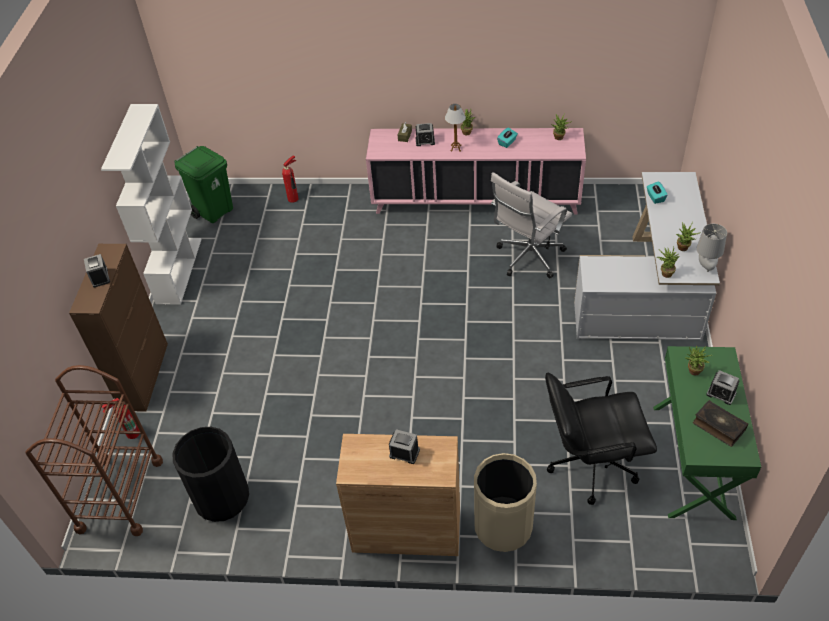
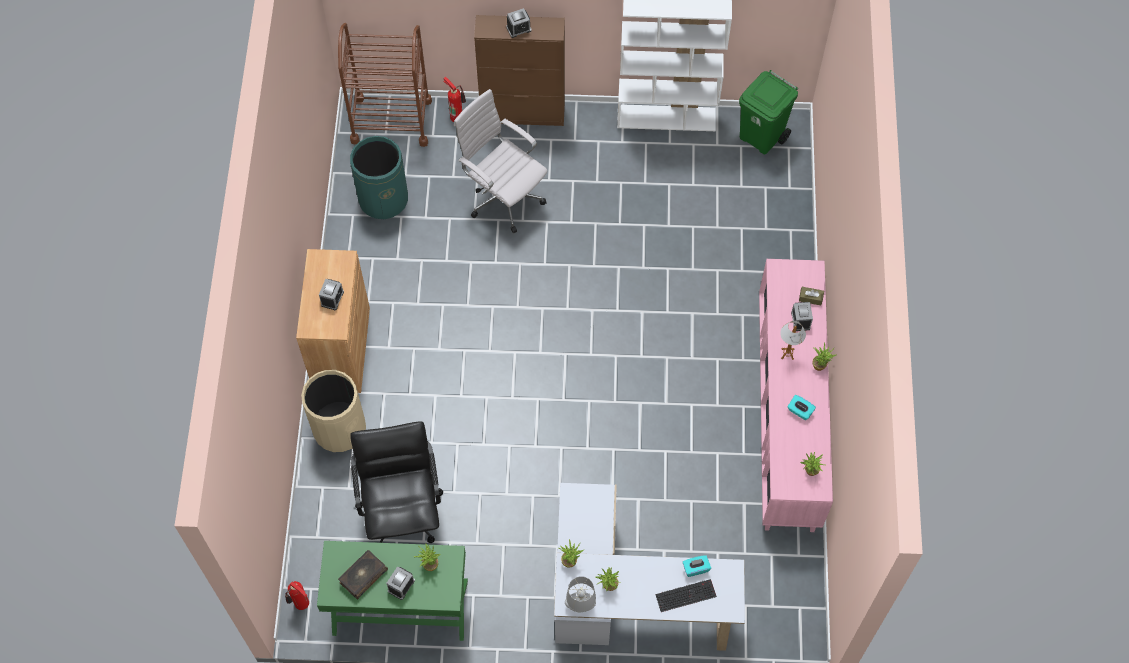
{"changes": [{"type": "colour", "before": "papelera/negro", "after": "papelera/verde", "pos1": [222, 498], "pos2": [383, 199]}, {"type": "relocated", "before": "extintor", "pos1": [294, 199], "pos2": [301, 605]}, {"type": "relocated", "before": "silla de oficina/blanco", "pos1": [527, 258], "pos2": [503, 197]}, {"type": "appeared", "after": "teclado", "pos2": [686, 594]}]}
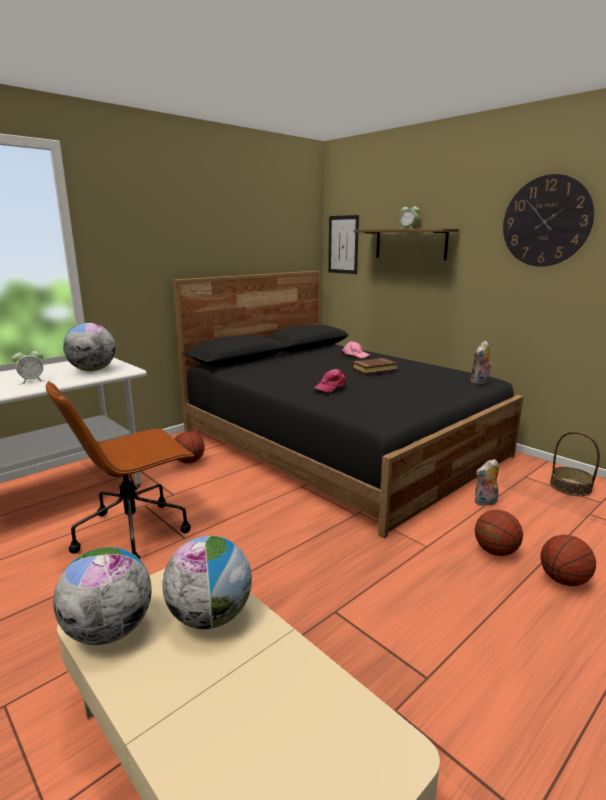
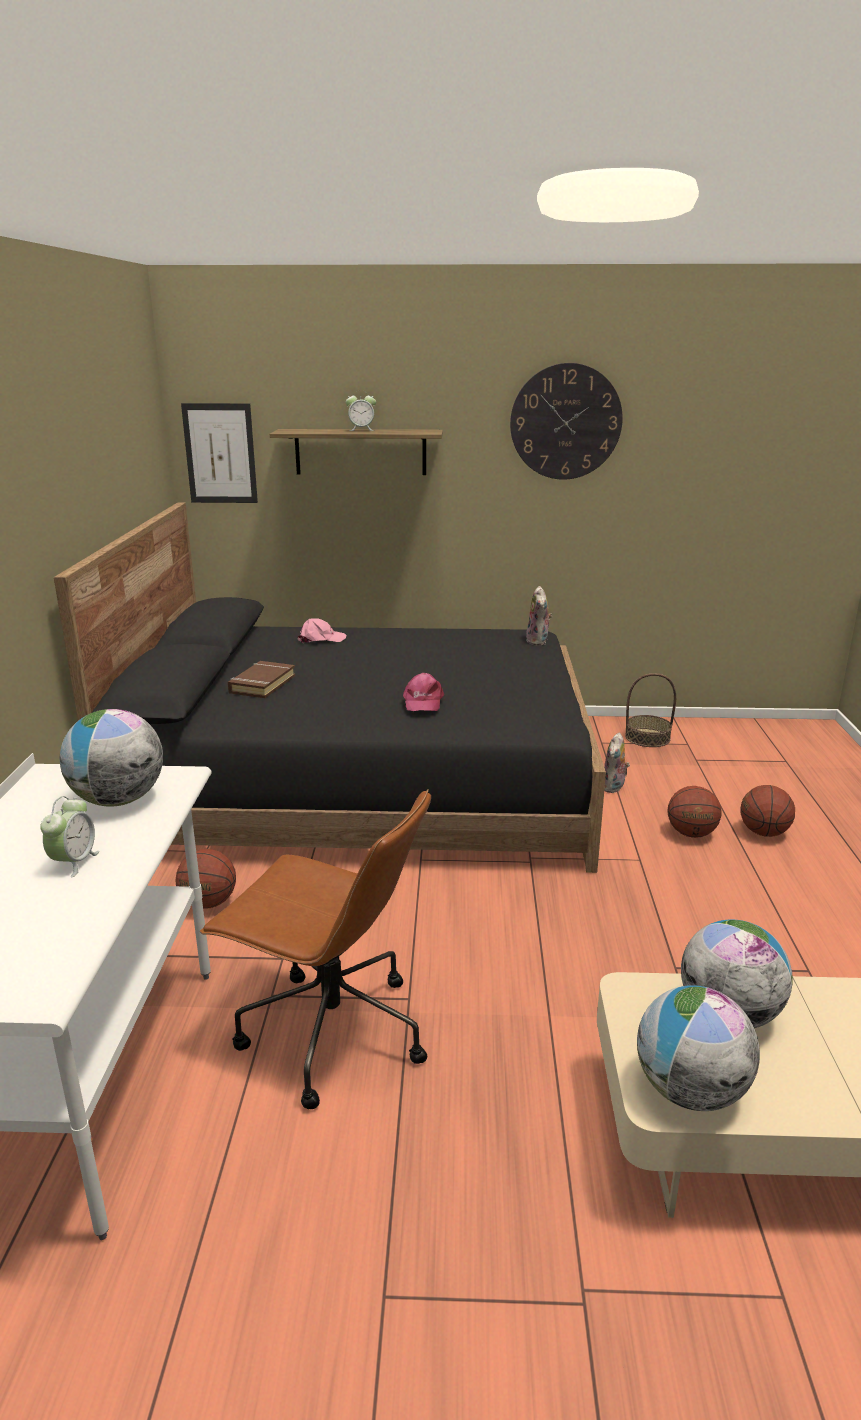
{"changes": [{"type": "spun", "before": "silla de oficina/marrón", "pos1": [134, 531], "pos2": [330, 1033], "turn": -75}, {"type": "relocated", "before": "libro/marrón", "pos1": [374, 369], "pos2": [262, 684]}]}
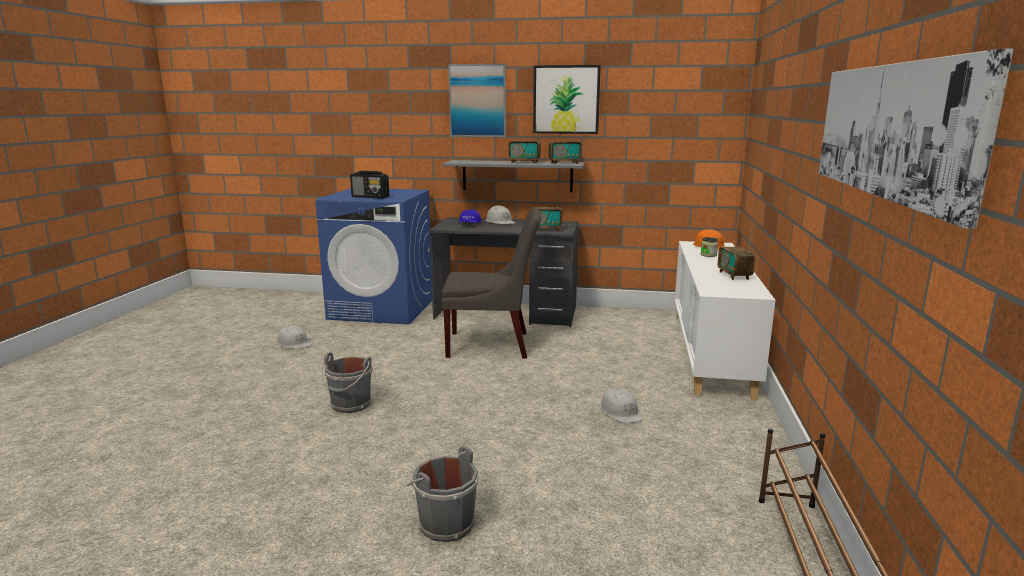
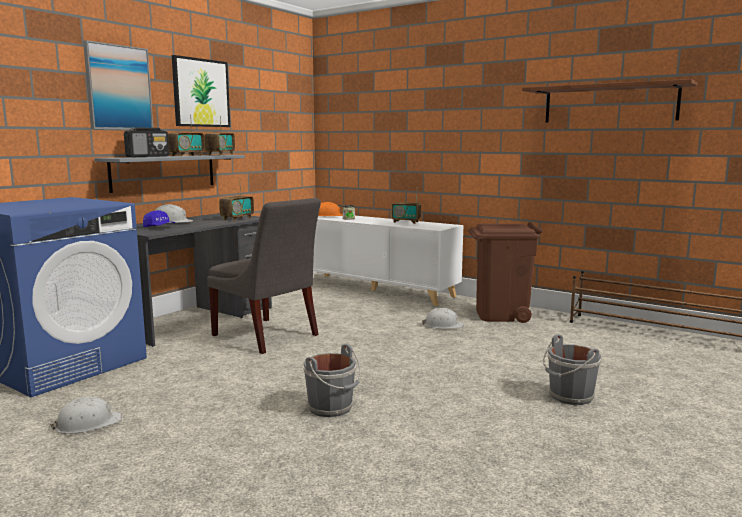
{"changes": [{"type": "relocated", "before": "radio", "pos1": [370, 197], "pos2": [148, 156]}, {"type": "spun", "before": "silla/gris", "pos1": [493, 345], "pos2": [267, 336], "turn": 105}, {"type": "exchanged", "before": "cuadro", "after": "estante/marrón", "pos1": [891, 130], "pos2": [609, 104]}, {"type": "appeared", "after": "papelera/marrón", "pos2": [501, 315]}]}
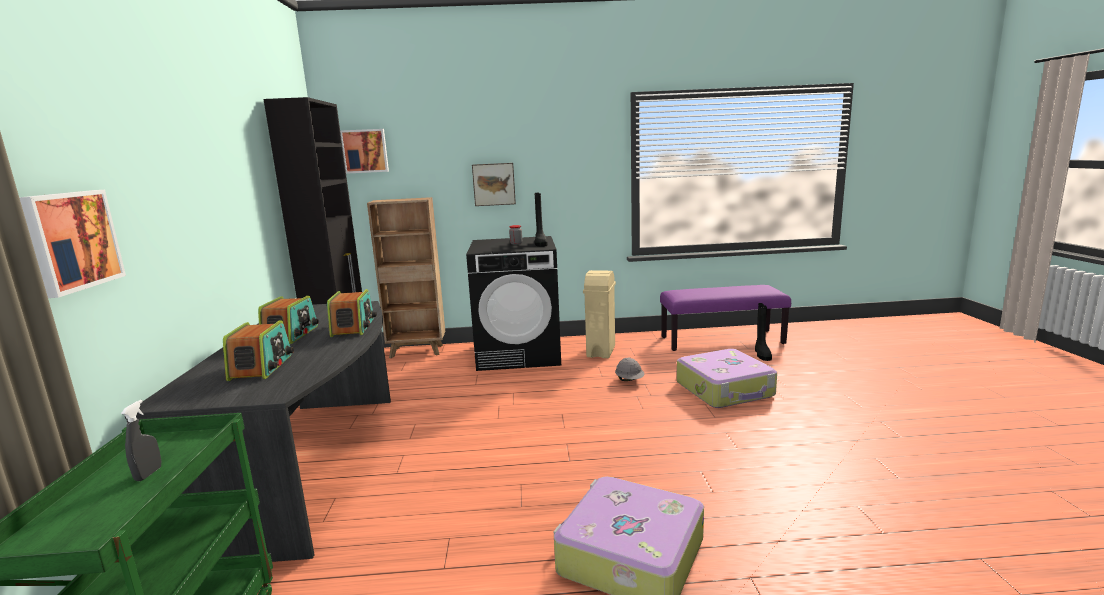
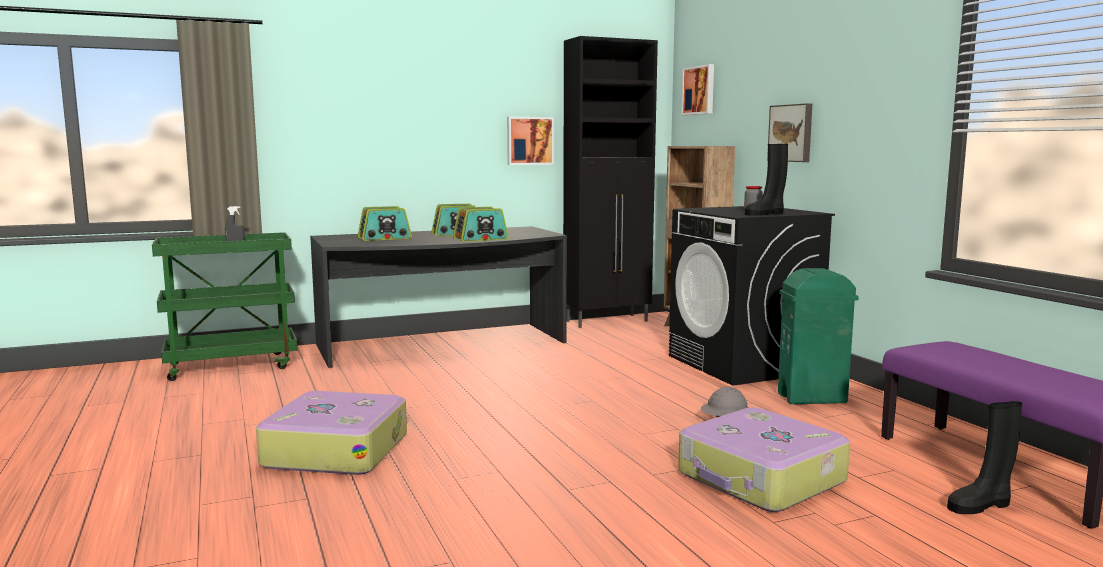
{"changes": [{"type": "relocated", "before": "cuadro", "pos1": [70, 241], "pos2": [529, 141]}, {"type": "colour", "before": "papelera/beis", "after": "papelera/verde", "pos1": [601, 351], "pos2": [813, 398]}]}
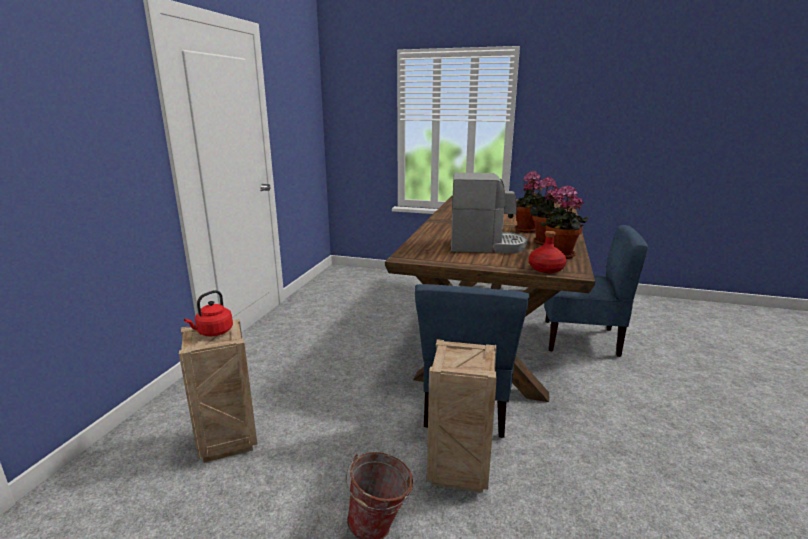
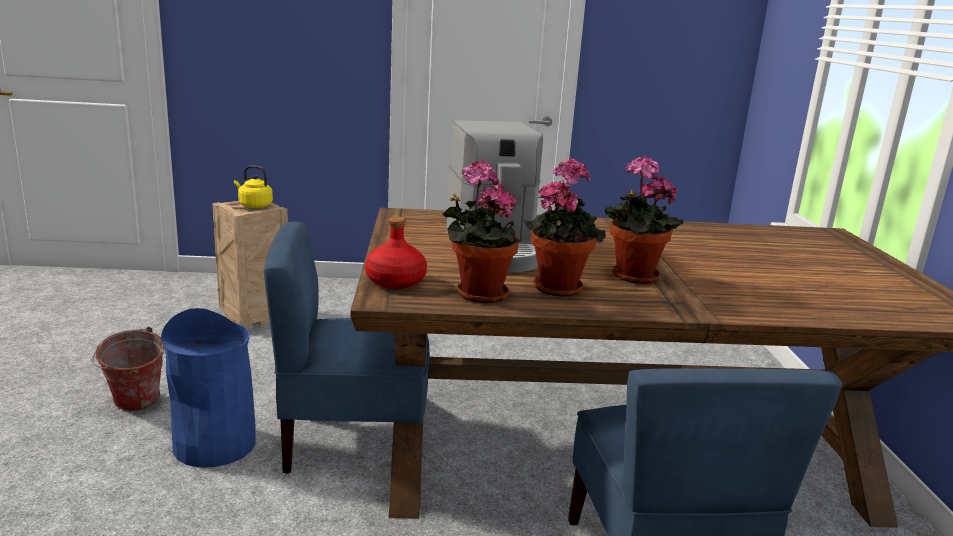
{"changes": [{"type": "colour", "before": "hervidor/rojo", "after": "hervidor/amarillo", "pos1": [213, 332], "pos2": [254, 205]}, {"type": "exchanged", "before": "caja de embalaje", "after": "papelera/azul", "pos1": [459, 472], "pos2": [214, 444]}]}
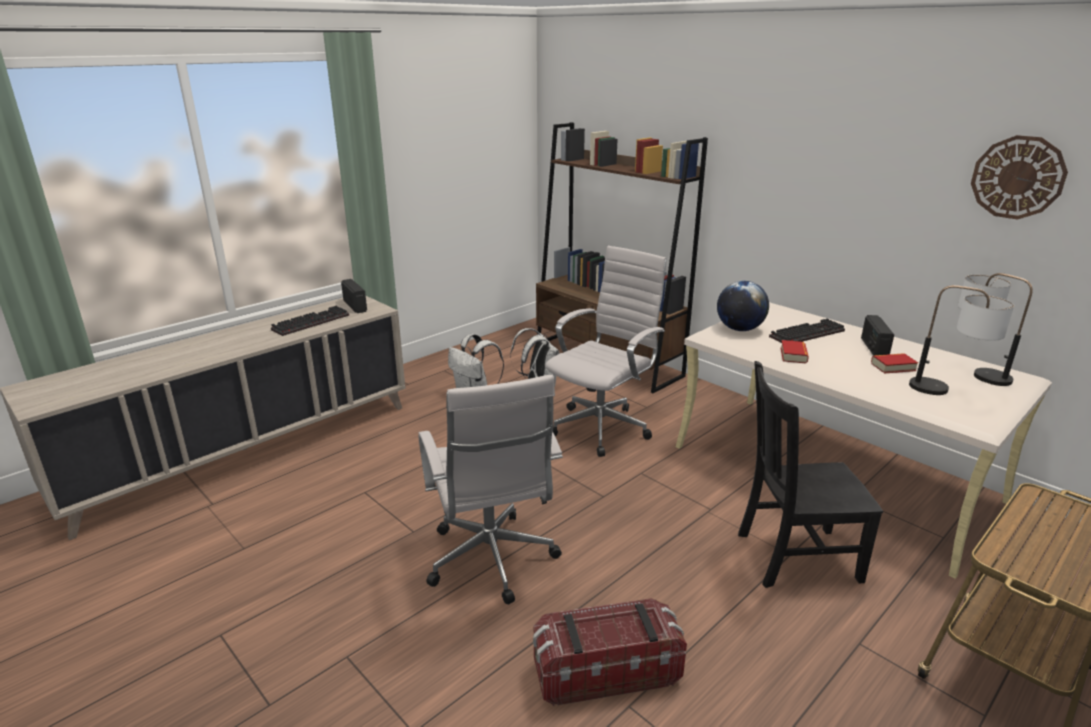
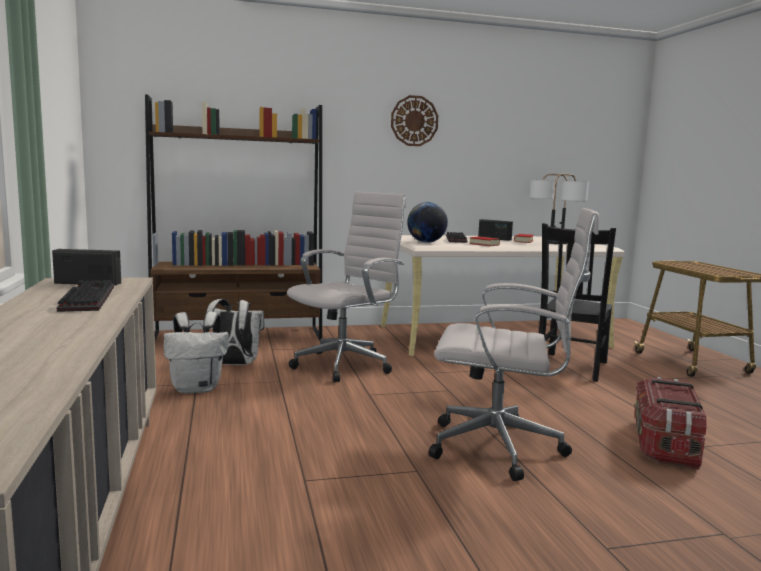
{"changes": [{"type": "spun", "before": "silla de oficina/blanco", "pos1": [603, 427], "pos2": [346, 365], "turn": 60}, {"type": "relocated", "before": "reloj de pared", "pos1": [1017, 177], "pos2": [414, 121]}]}
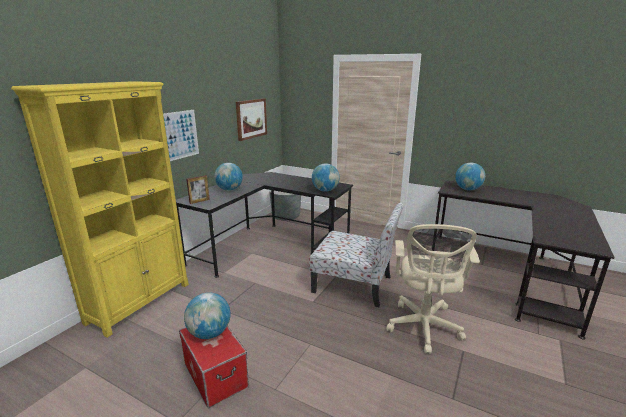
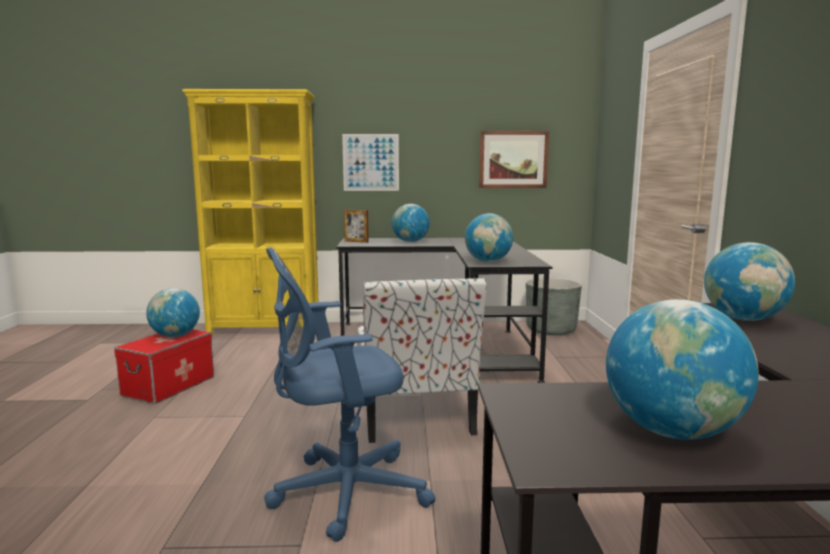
{"changes": [{"type": "colour", "before": "silla de oficina/beis", "after": "silla de oficina/azul", "pos1": [424, 328], "pos2": [342, 492]}, {"type": "appeared", "after": "globo terráqueo", "pos2": [671, 431]}]}
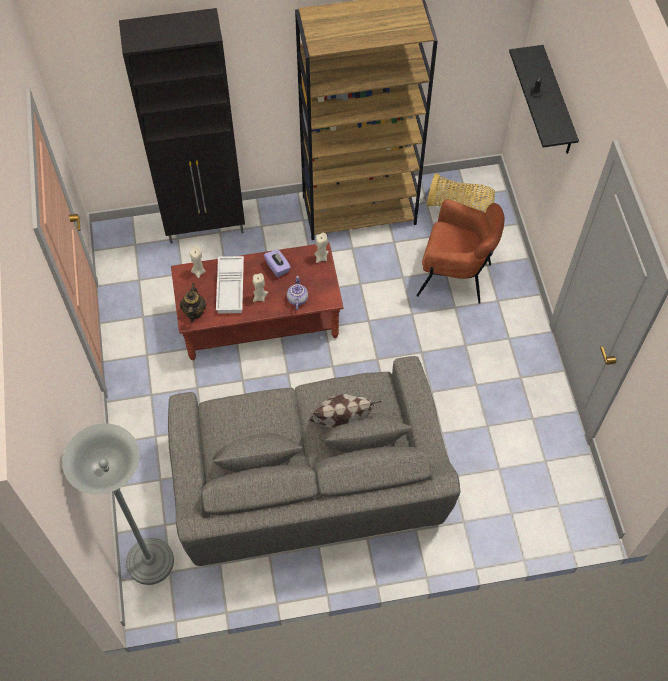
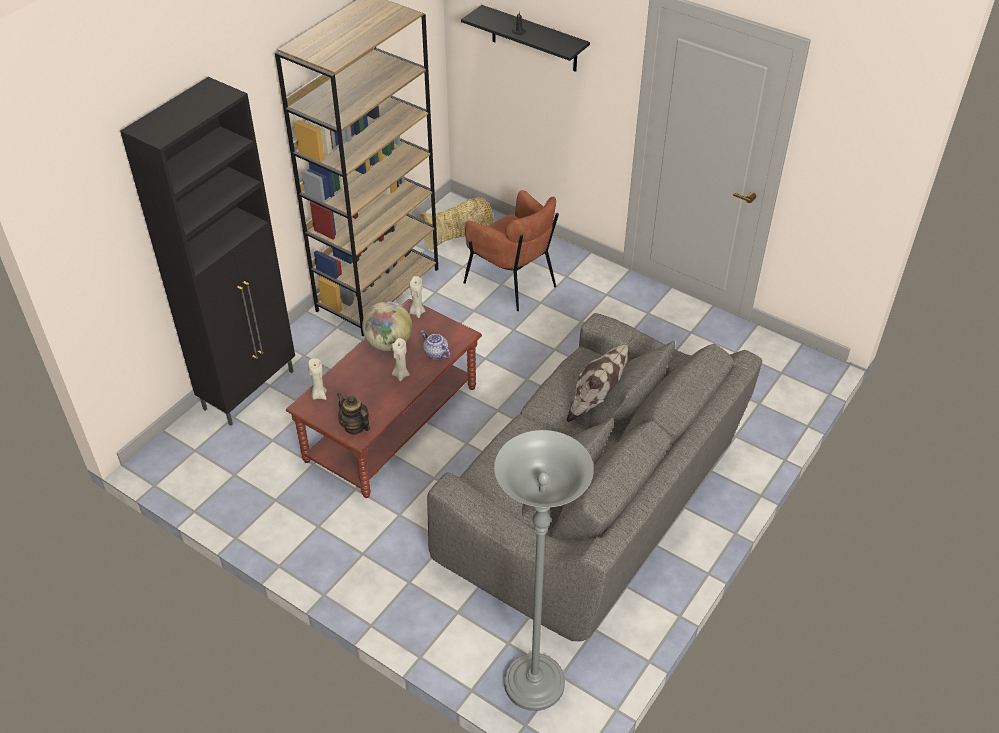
{"changes": [{"type": "missing", "before": "bandeja/blanco", "pos1": [231, 288]}, {"type": "exchanged", "before": "caja de pañuelos/morado", "after": "globo terráqueo", "pos1": [278, 267], "pos2": [388, 343]}, {"type": "spun", "before": "sillón/marrón", "pos1": [455, 276], "pos2": [513, 282], "turn": 75}]}
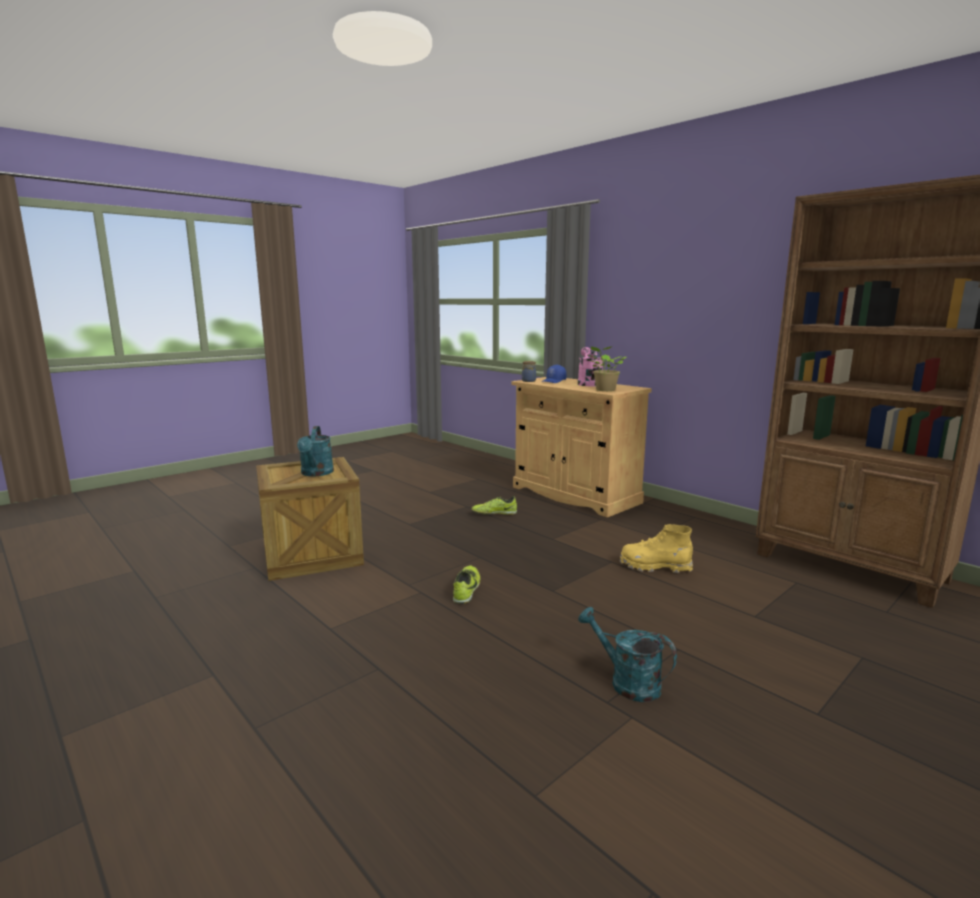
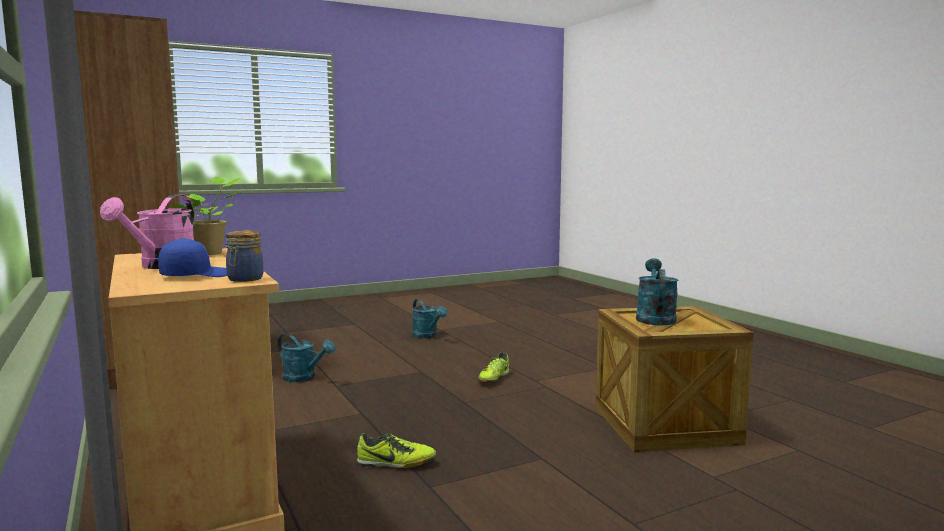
{"changes": [{"type": "exchanged", "before": "bota/amarillo", "after": "regadera/turquesa", "pos1": [654, 566], "pos2": [304, 378]}]}
